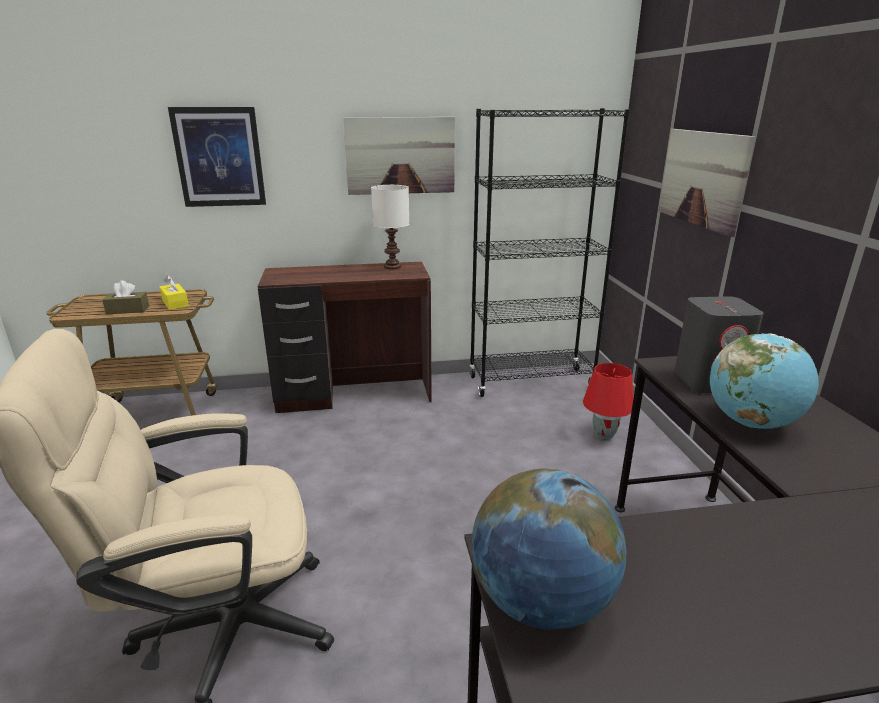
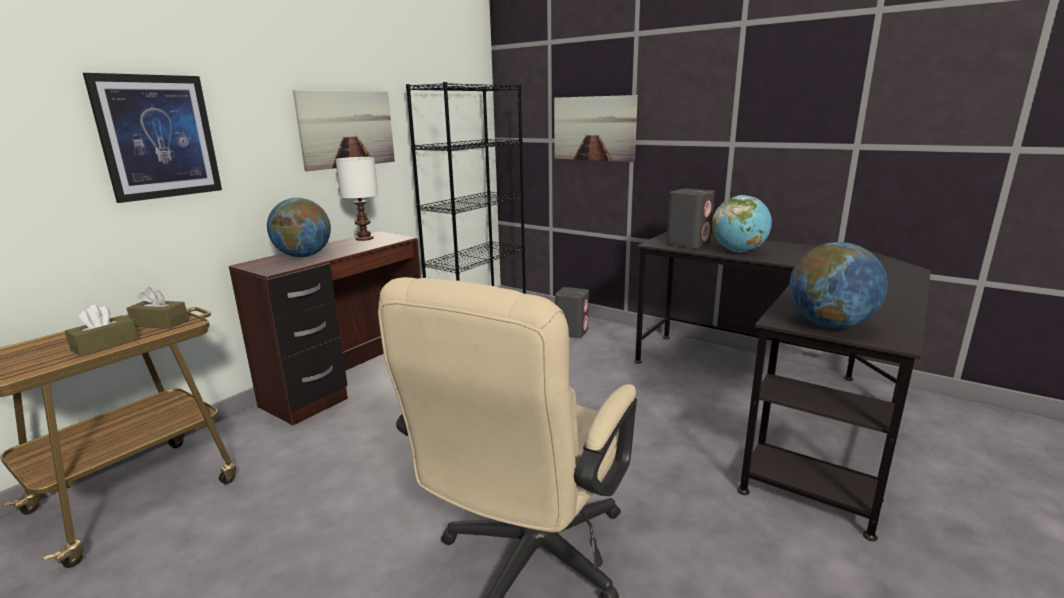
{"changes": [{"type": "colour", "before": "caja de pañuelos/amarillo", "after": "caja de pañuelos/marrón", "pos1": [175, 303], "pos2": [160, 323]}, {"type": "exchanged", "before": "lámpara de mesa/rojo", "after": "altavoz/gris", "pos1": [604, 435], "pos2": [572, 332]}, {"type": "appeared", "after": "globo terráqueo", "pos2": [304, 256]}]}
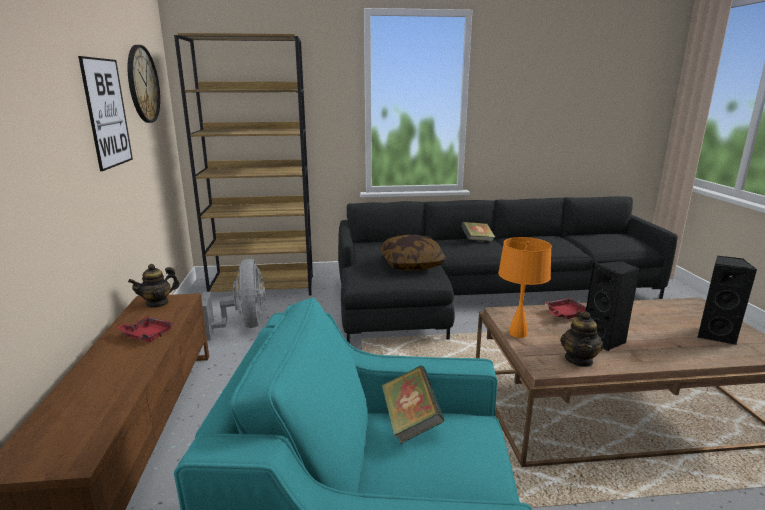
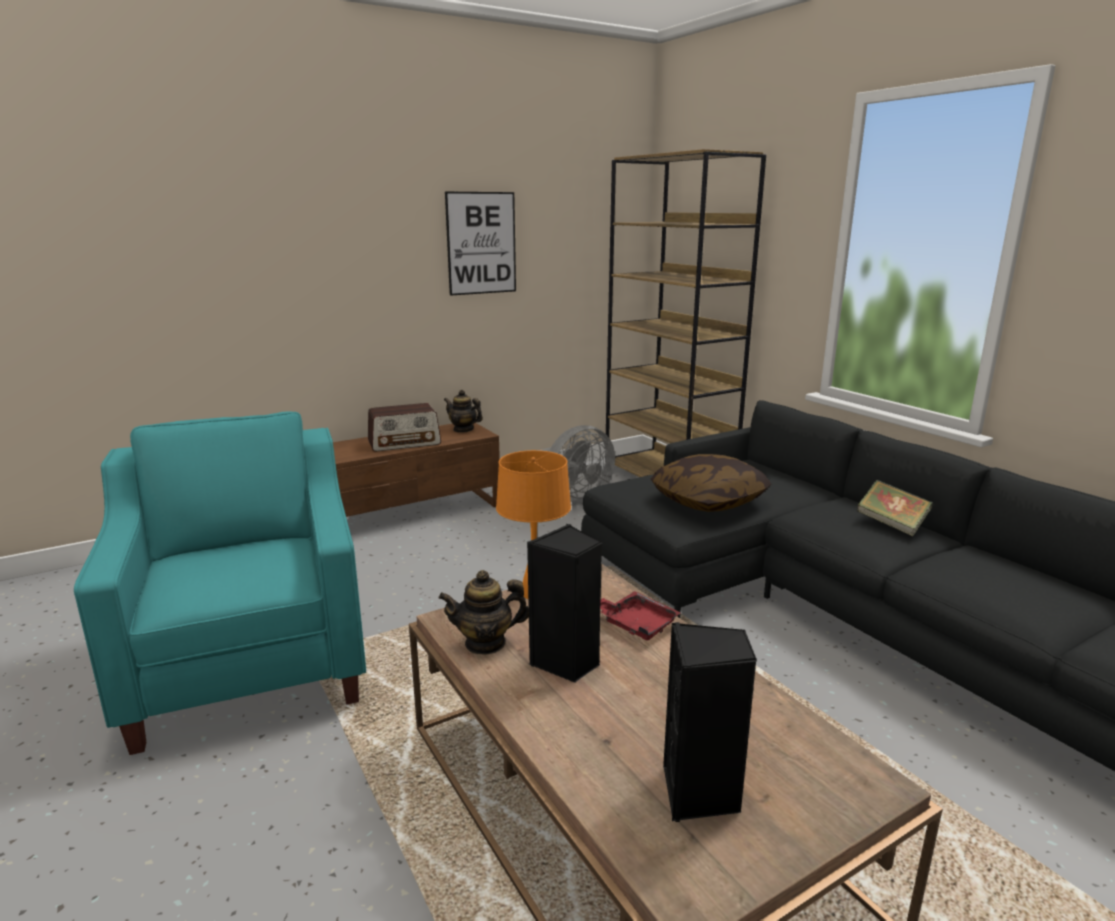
{"changes": [{"type": "exchanged", "before": "bandeja/rojo", "after": "radio", "pos1": [147, 335], "pos2": [405, 443]}, {"type": "missing", "before": "reloj de pared", "pos1": [142, 84]}, {"type": "missing", "before": "libro", "pos1": [410, 421]}]}
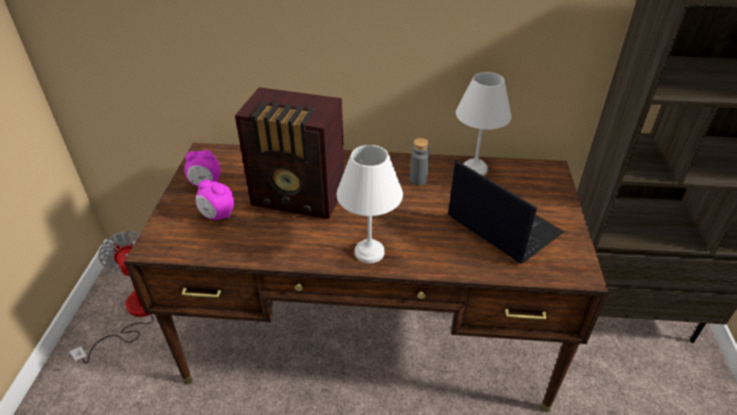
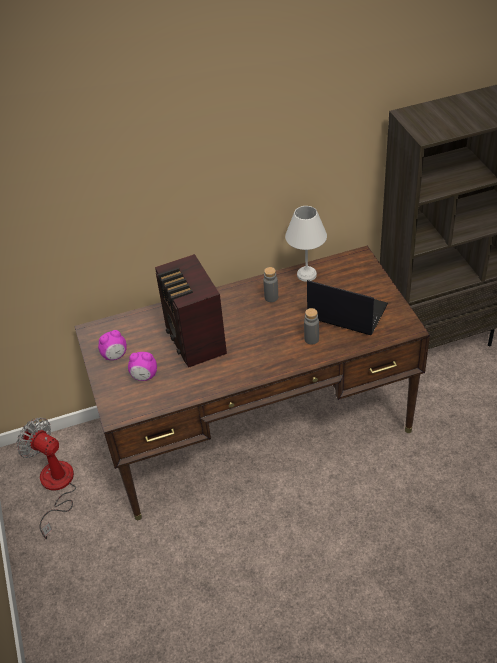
{"changes": [{"type": "spun", "before": "radio", "pos1": [300, 198], "pos2": [195, 342], "turn": 75}, {"type": "missing", "before": "lámpara de mesa/blanco", "pos1": [371, 252]}, {"type": "appeared", "after": "botella/gris", "pos2": [311, 339]}]}
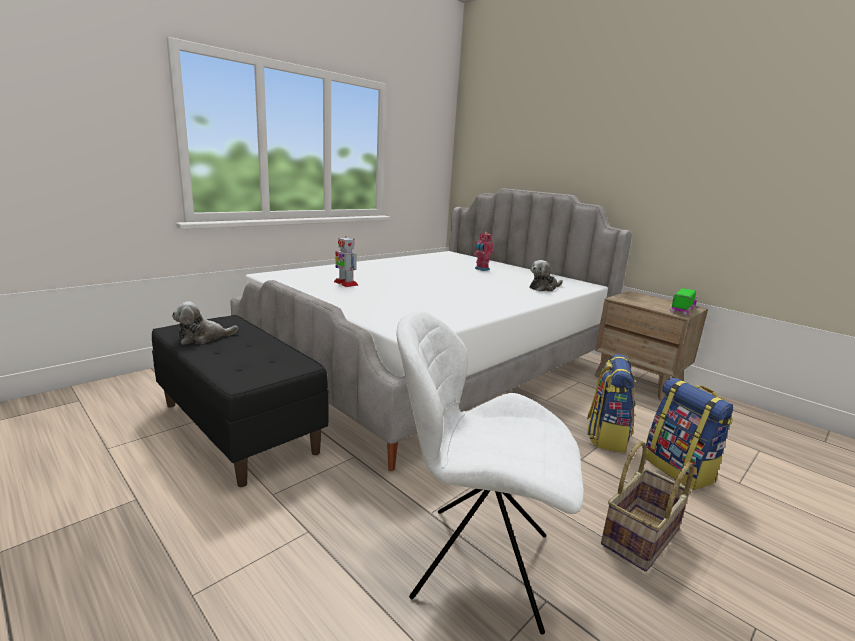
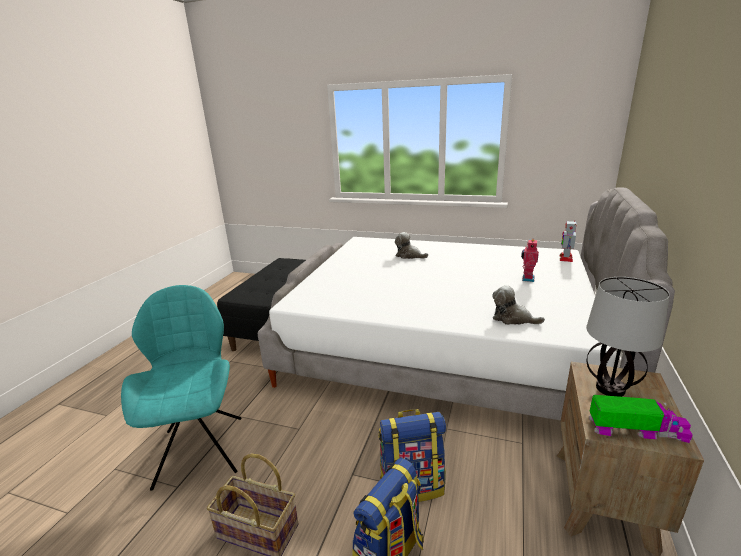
{"changes": [{"type": "relocated", "before": "peluche", "pos1": [203, 338], "pos2": [409, 256]}, {"type": "relocated", "before": "robot de juguete", "pos1": [345, 283], "pos2": [565, 258]}, {"type": "colour", "before": "silla/blanco", "after": "silla/turquesa", "pos1": [476, 563], "pos2": [201, 448]}, {"type": "appeared", "after": "lámpara de mesa", "pos2": [611, 389]}]}
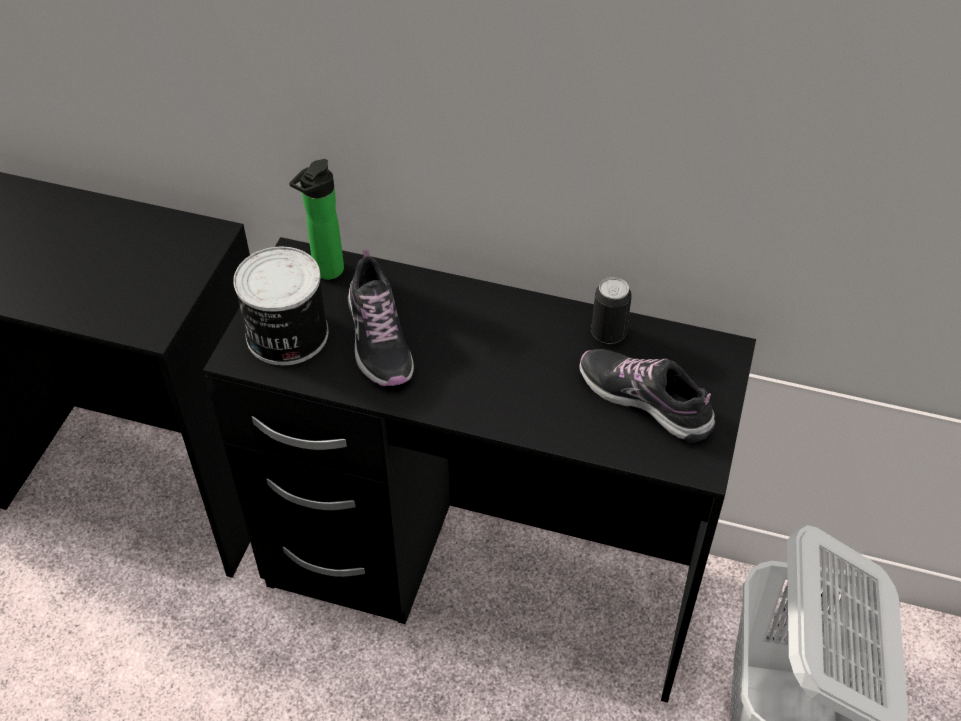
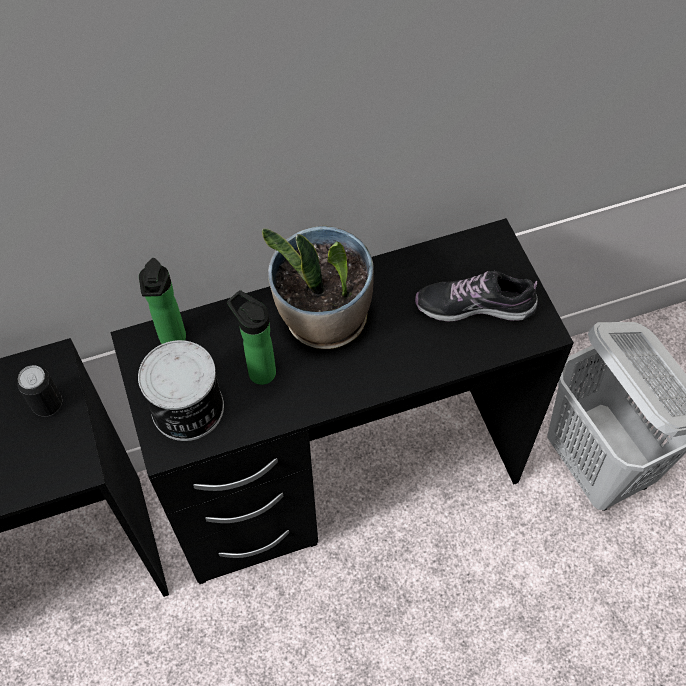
{"changes": [{"type": "exchanged", "before": "zapato", "after": "botella", "pos1": [379, 339], "pos2": [258, 370]}, {"type": "relocated", "before": "lata", "pos1": [608, 333], "pos2": [47, 404]}, {"type": "appeared", "after": "planta en maceta", "pos2": [324, 319]}]}
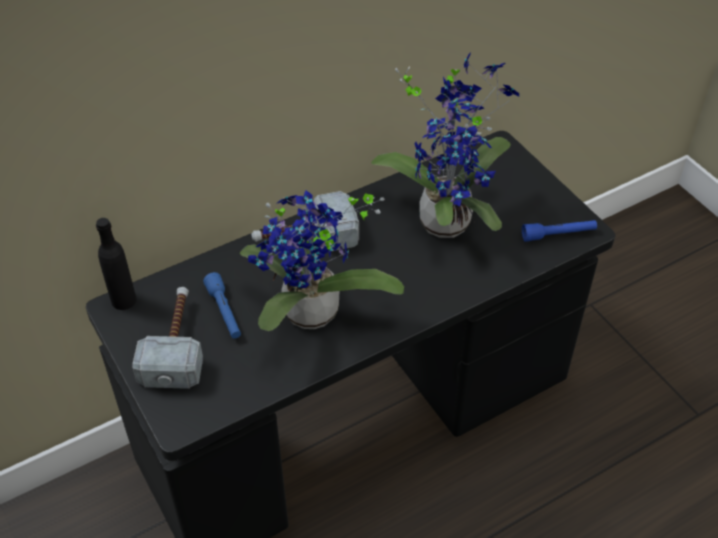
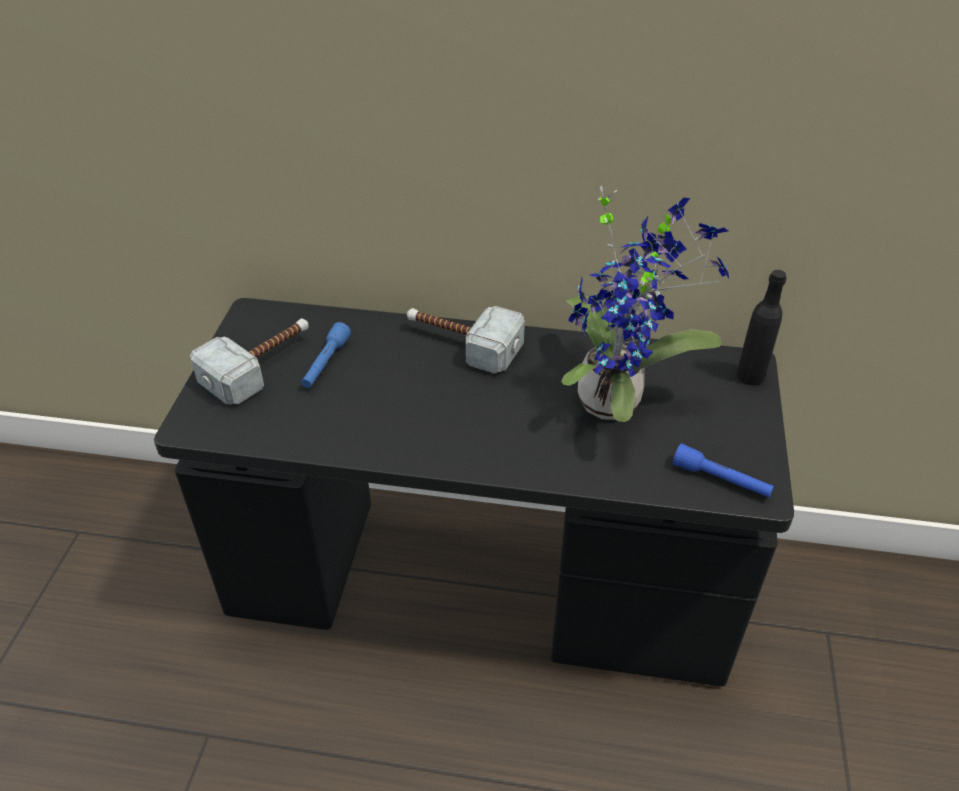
{"changes": [{"type": "relocated", "before": "botella/negro", "pos1": [123, 300], "pos2": [750, 376]}, {"type": "missing", "before": "planta en maceta", "pos1": [310, 317]}]}
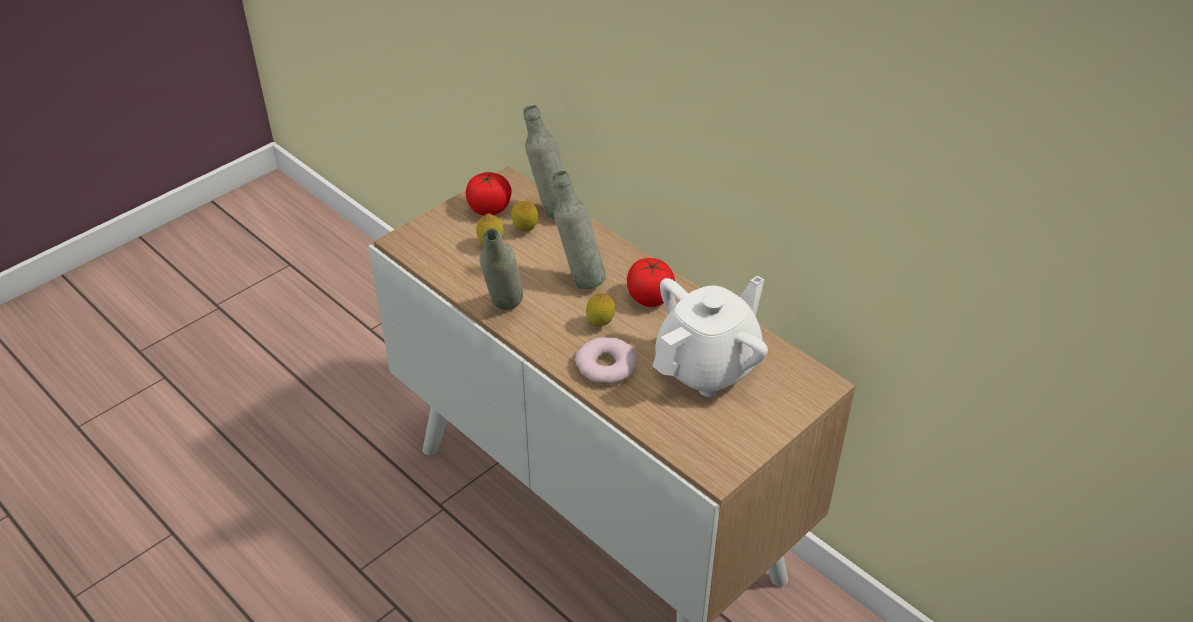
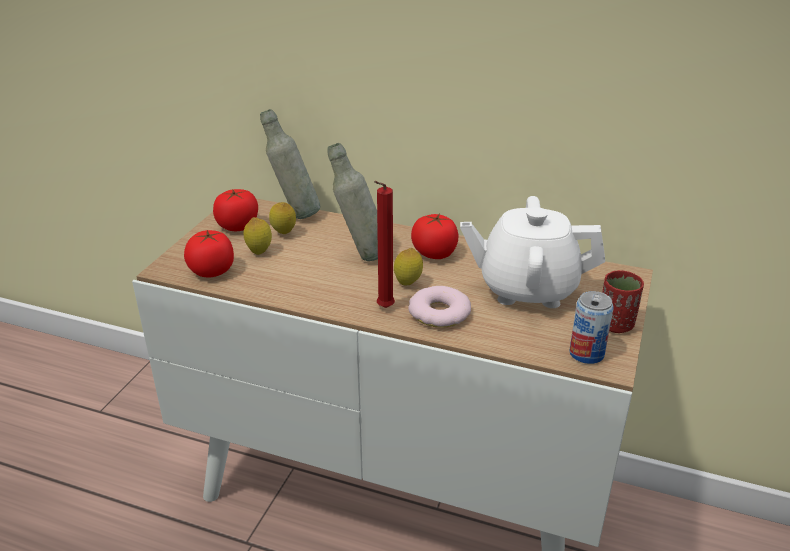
{"changes": [{"type": "missing", "before": "botella/gris", "pos1": [504, 312]}, {"type": "spun", "before": "tetera/blanco", "pos1": [708, 366], "pos2": [527, 288], "turn": -105}, {"type": "appeared", "after": "tomate", "pos2": [212, 271]}, {"type": "appeared", "after": "vela/rojo", "pos2": [383, 309]}, {"type": "appeared", "after": "lata", "pos2": [586, 354]}, {"type": "appeared", "after": "taza/rojo", "pos2": [615, 324]}]}
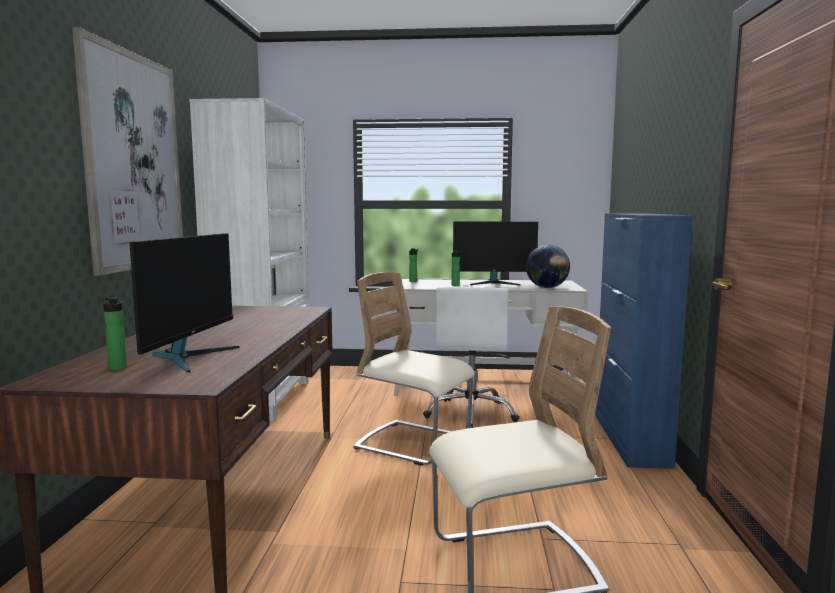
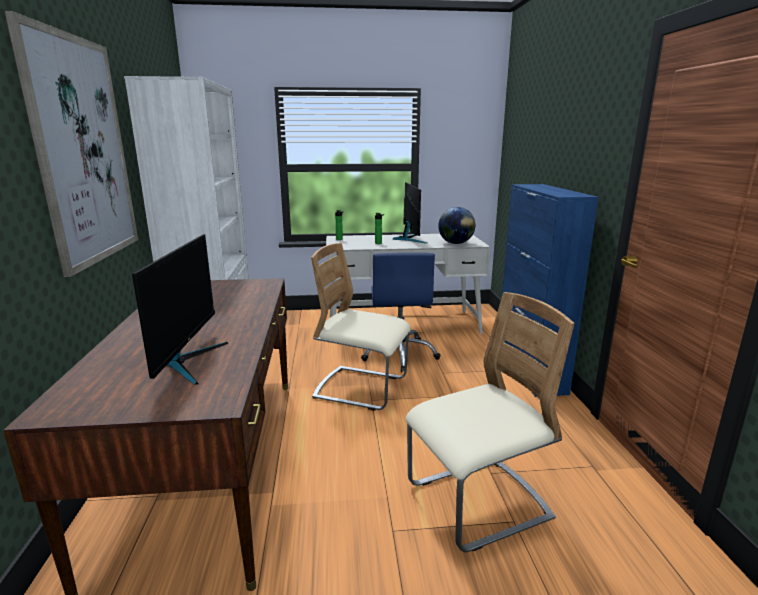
{"changes": [{"type": "missing", "before": "botella", "pos1": [117, 367]}, {"type": "colour", "before": "silla de oficina/blanco", "after": "silla de oficina/azul", "pos1": [471, 414], "pos2": [400, 354]}, {"type": "spun", "before": "monitor", "pos1": [494, 283], "pos2": [409, 239], "turn": -90}]}
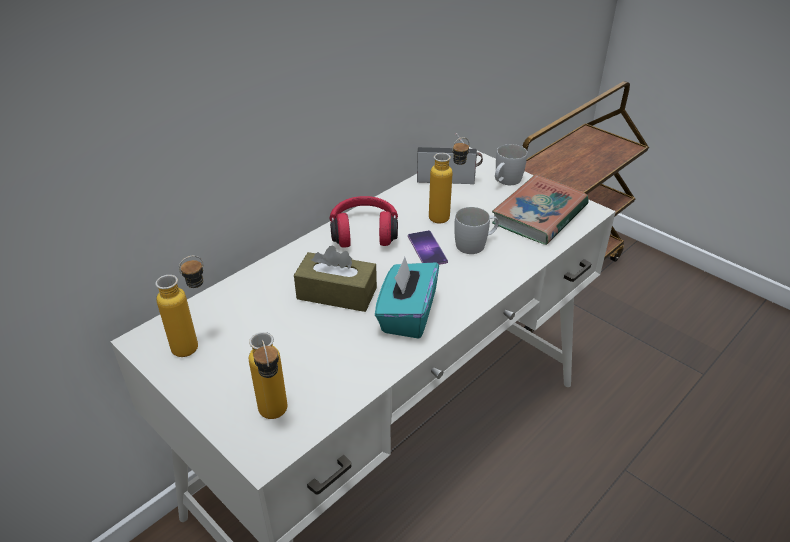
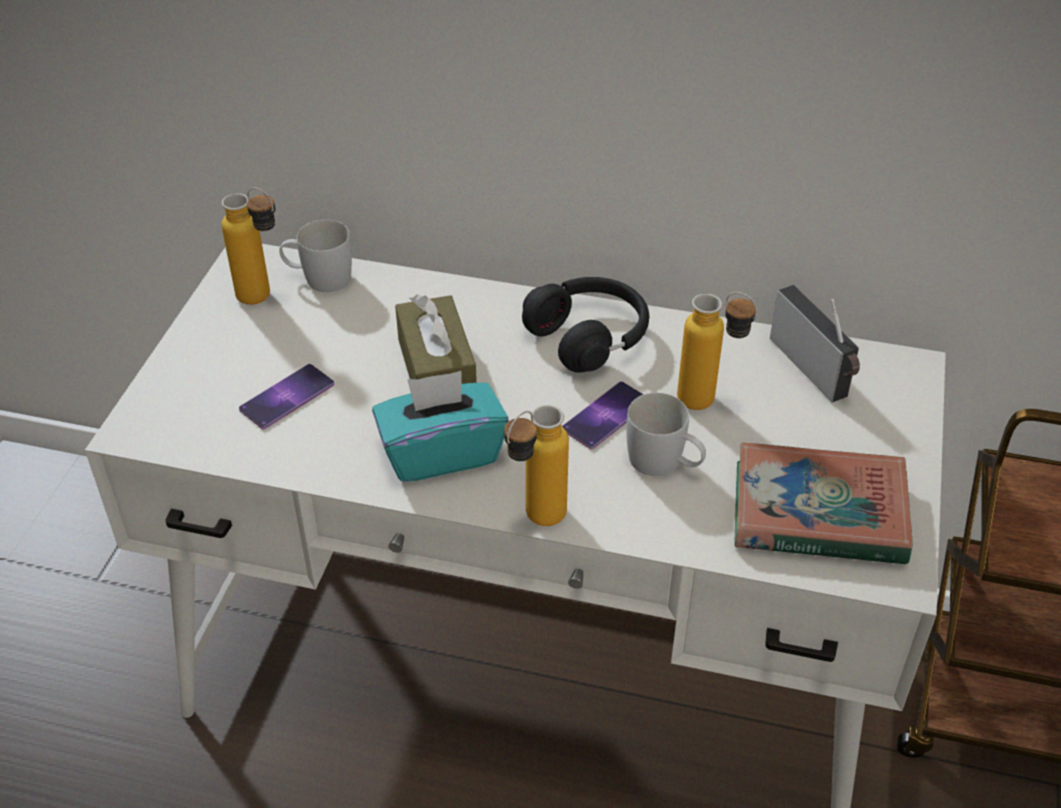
{"changes": [{"type": "relocated", "before": "botella", "pos1": [275, 418], "pos2": [534, 522]}, {"type": "colour", "before": "auriculares/rojo", "after": "auriculares/negro", "pos1": [364, 232], "pos2": [590, 337]}, {"type": "relocated", "before": "taza grande/blanco", "pos1": [505, 181], "pos2": [319, 278]}, {"type": "appeared", "after": "móvil", "pos2": [287, 397]}]}
